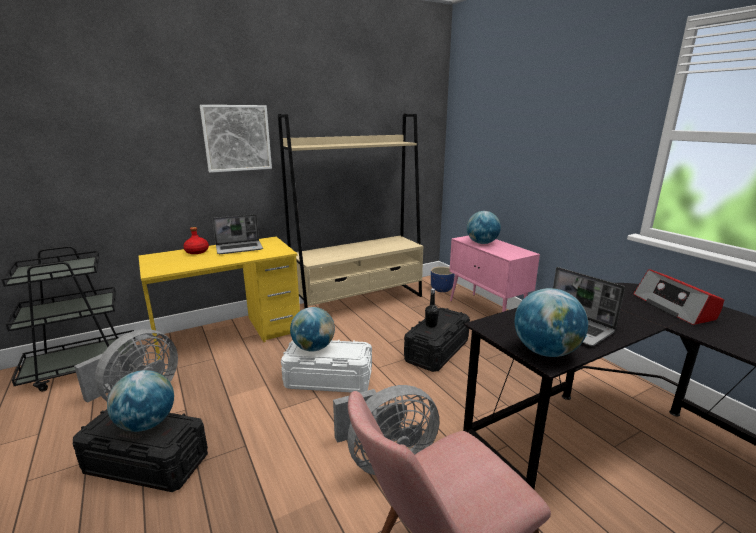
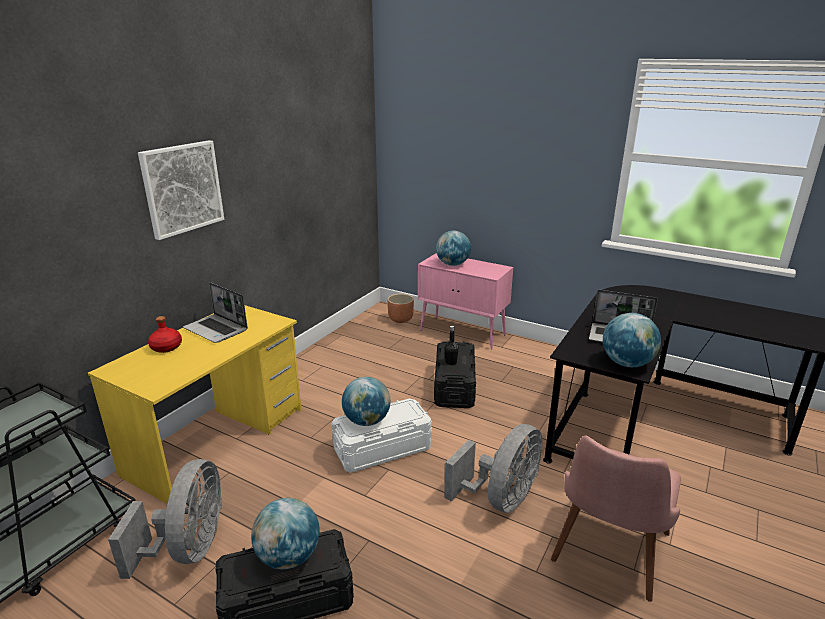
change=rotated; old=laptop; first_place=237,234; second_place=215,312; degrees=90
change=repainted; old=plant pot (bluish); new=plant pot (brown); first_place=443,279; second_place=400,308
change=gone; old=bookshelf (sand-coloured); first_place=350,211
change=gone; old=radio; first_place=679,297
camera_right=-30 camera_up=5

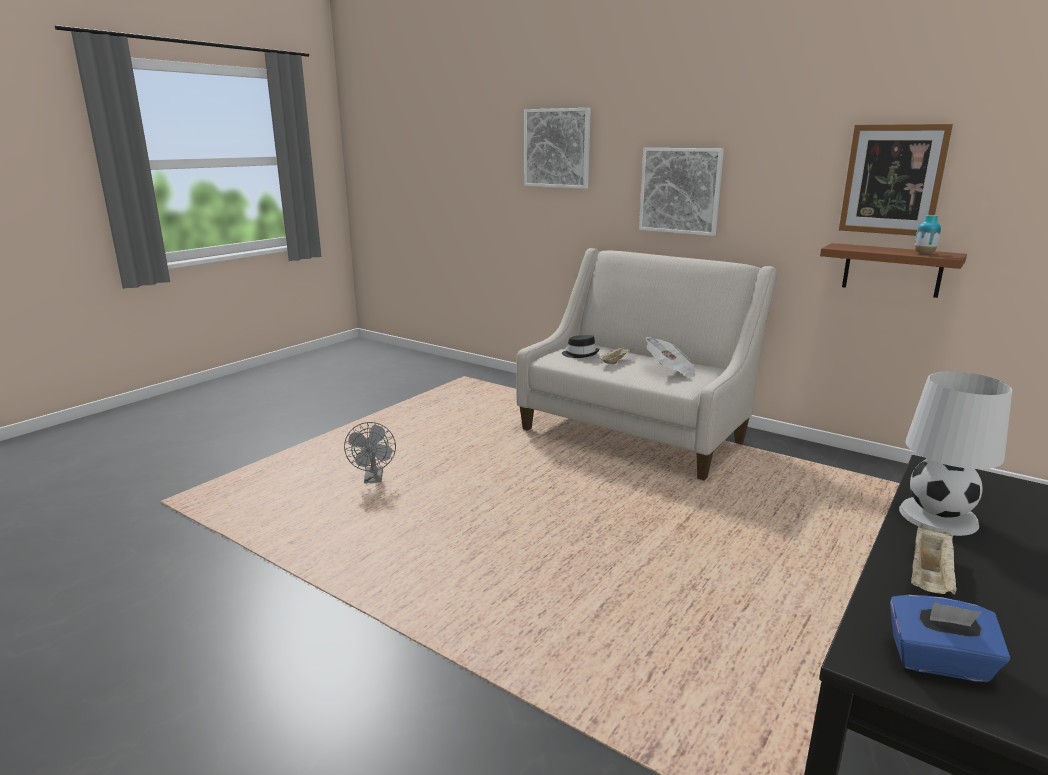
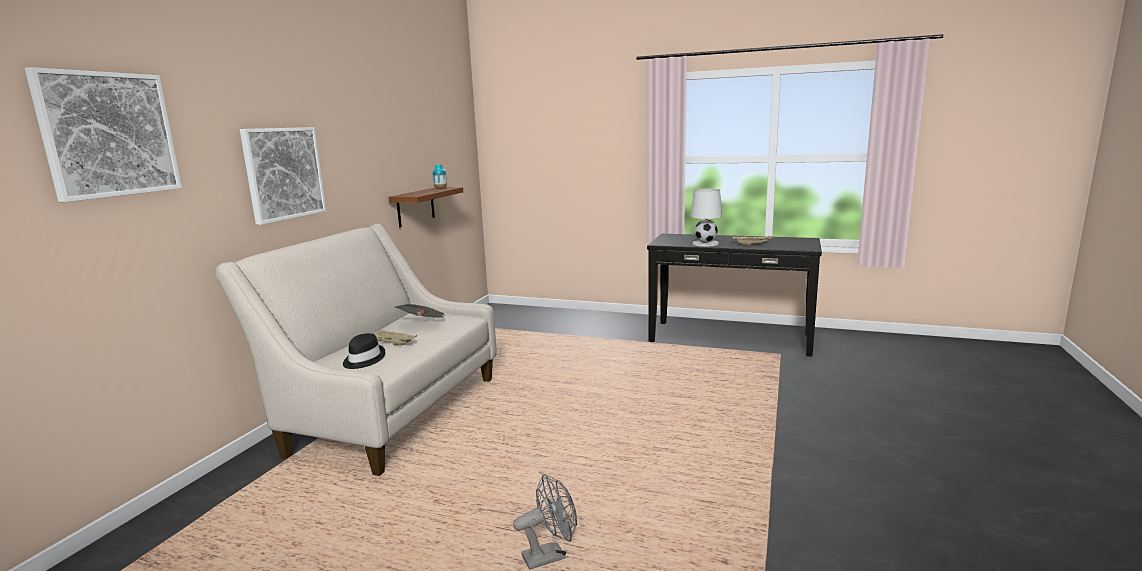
change=gone; old=picture; first_place=896,180
change=gone; old=tissue holder (bluish); first_place=950,638
camera_right=-105 camera_up=-5

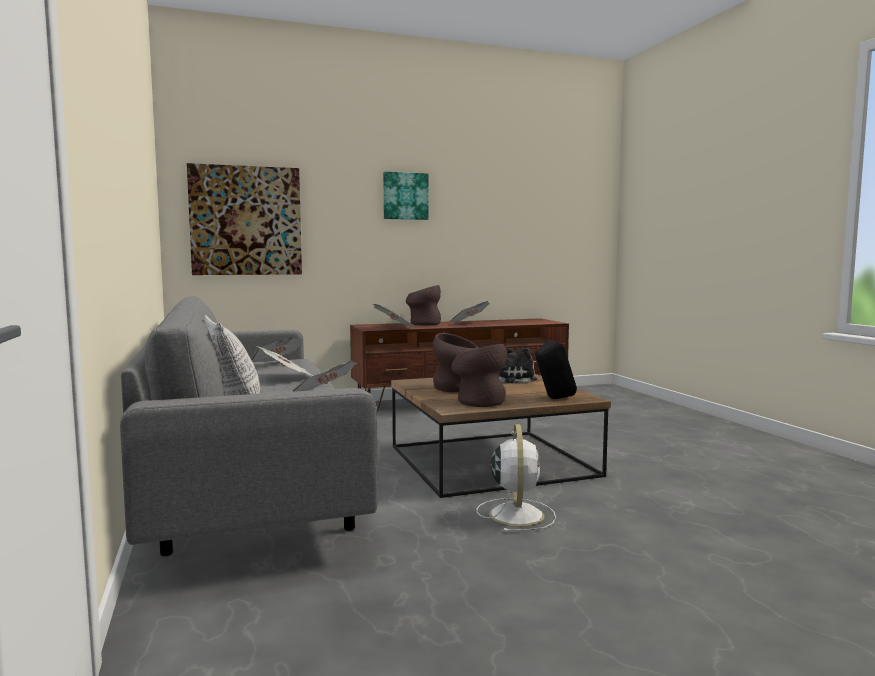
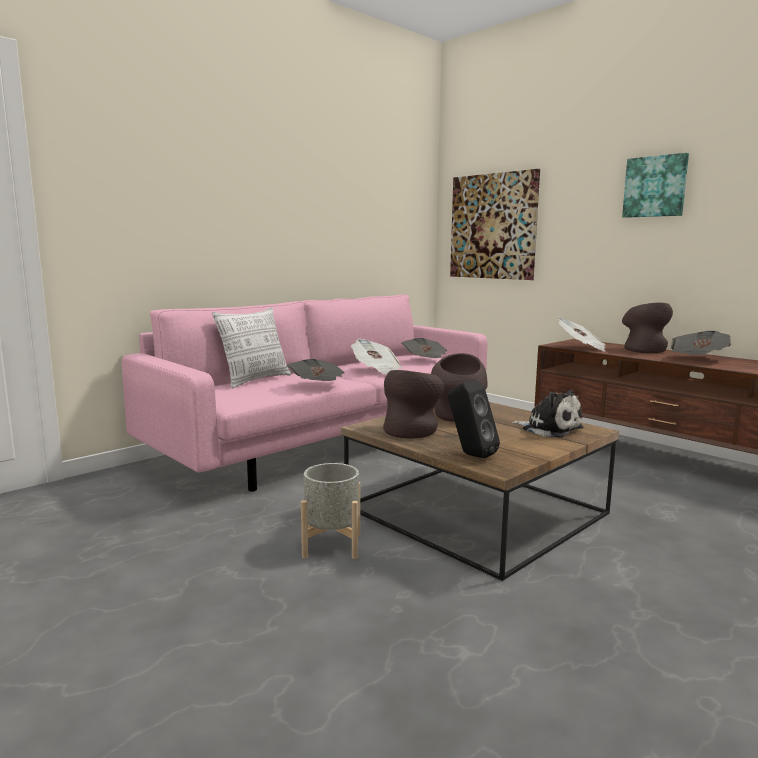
change=repainted; old=couch (greyish); new=couch (pink); first_place=249,426; second_place=305,393
change=swapped; old=electric fan (white-coloured); new=plant pot (greyish); first_place=516,478; second_place=330,511
camera_right=65 camera_up=5

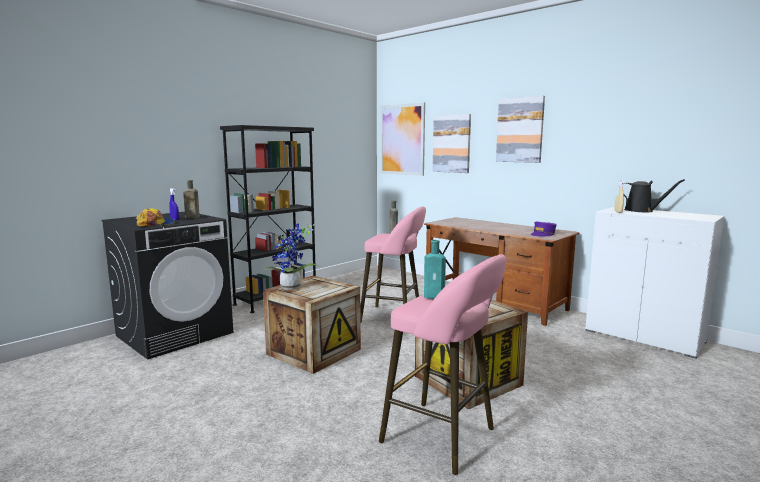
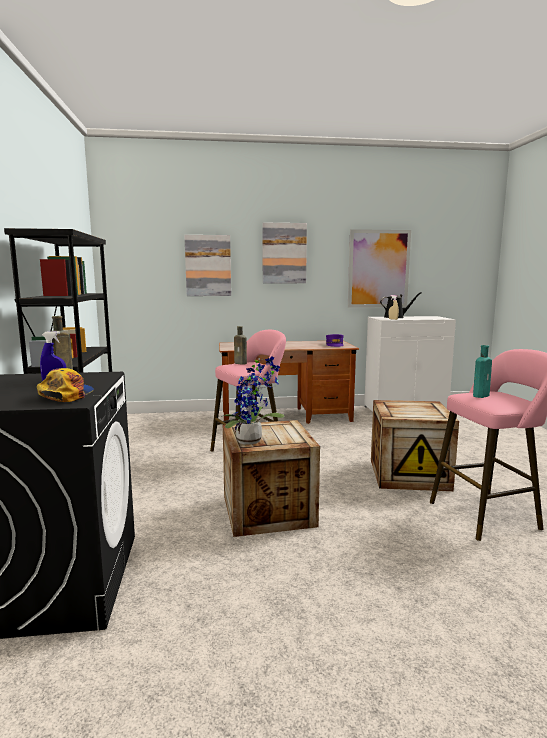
change=shifted; old=picture; first_place=402,139; second_place=379,268
camera_right=-50 camera_up=0

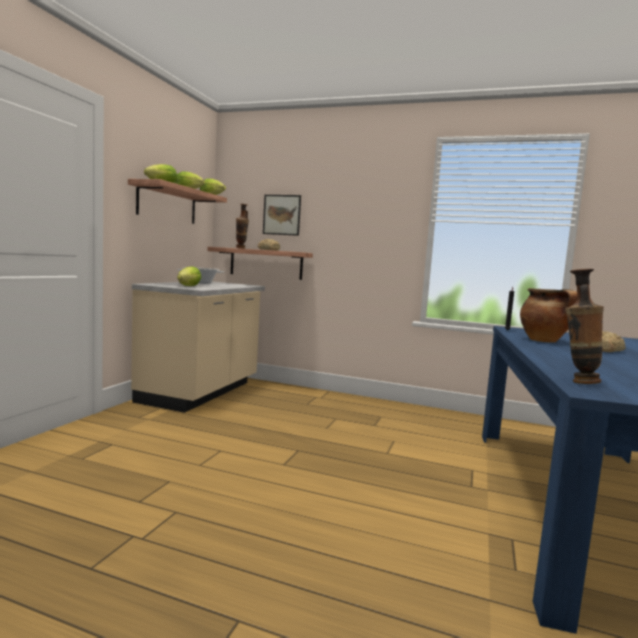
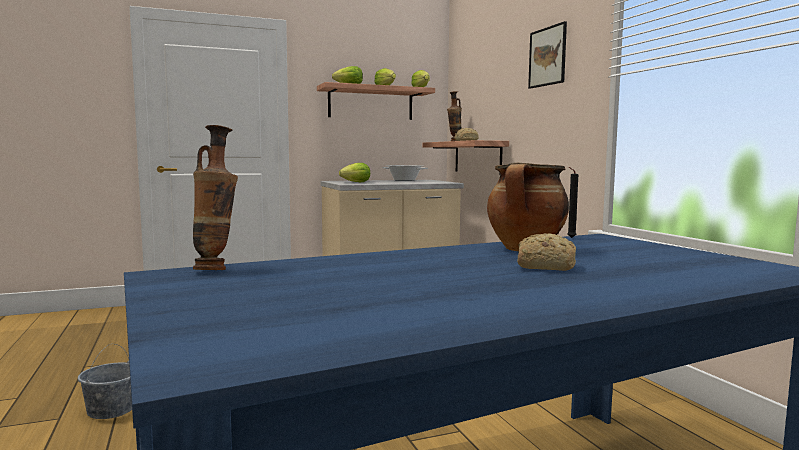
change=new; new=pail (greyish); second_place=105,381
change=shifted; old=picture; first_place=282,215; second_place=547,55
camera_right=50 camera_up=0

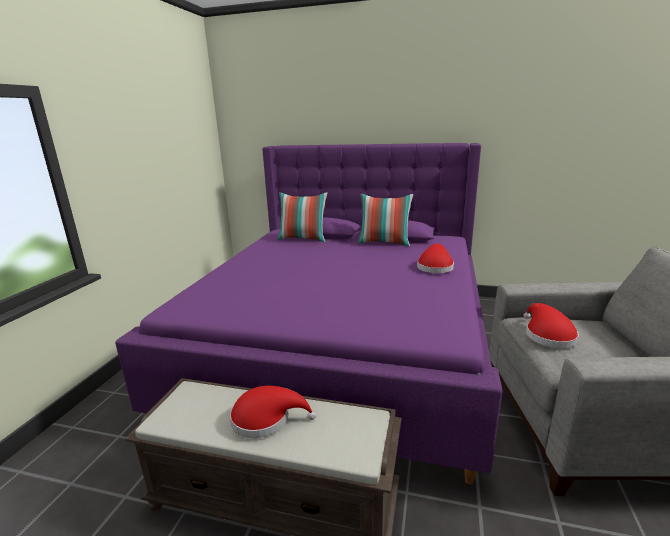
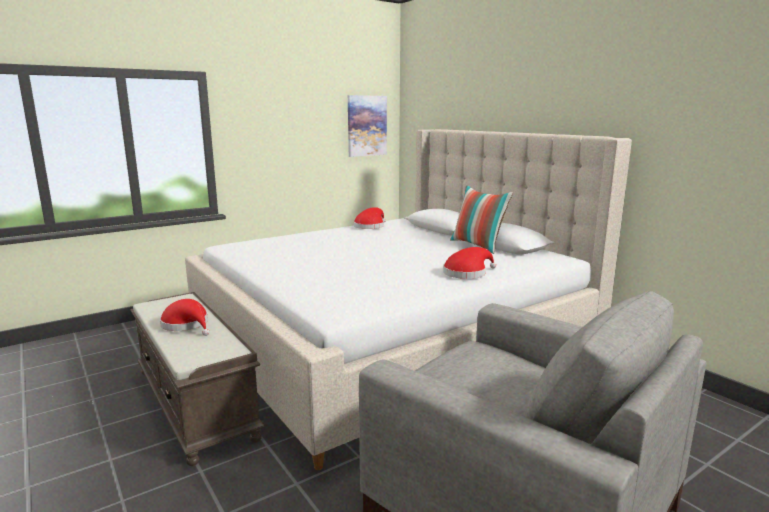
change=repainted; old=sleeping bed (purple-coloured); new=sleeping bed (sand-coloured); first_place=309,314; second_place=408,299
change=new; new=picture; second_place=367,126
change=shifted; old=hat (reddish); first_place=551,325; second_place=370,218
change=gone; old=throw pillow; first_place=302,217
camera_right=40 camera_up=-5

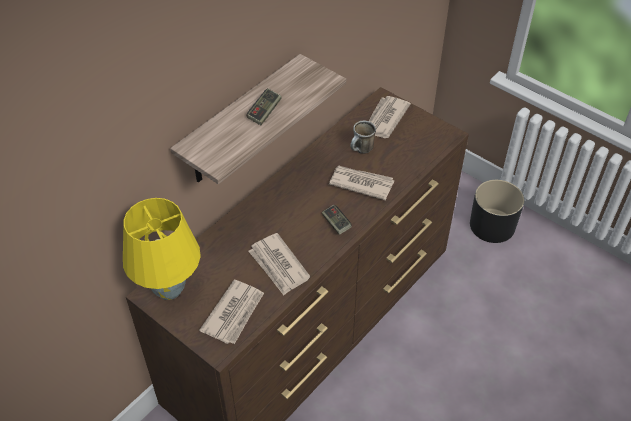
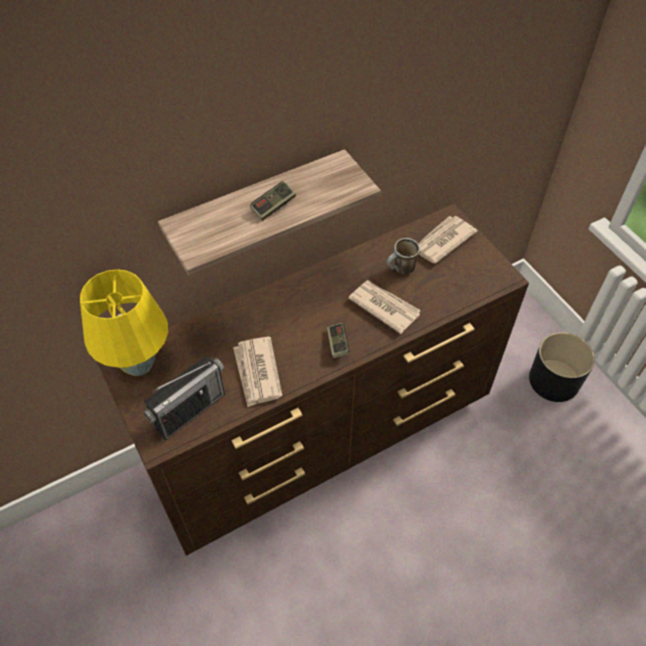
change=swapped; old=printed paper; new=radio; first_place=231,312; second_place=184,398
camera_right=20 camera_up=5

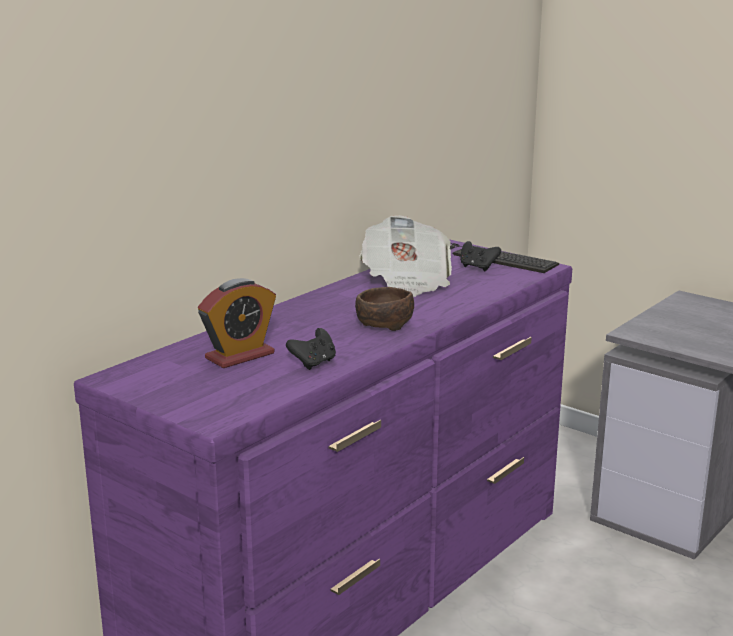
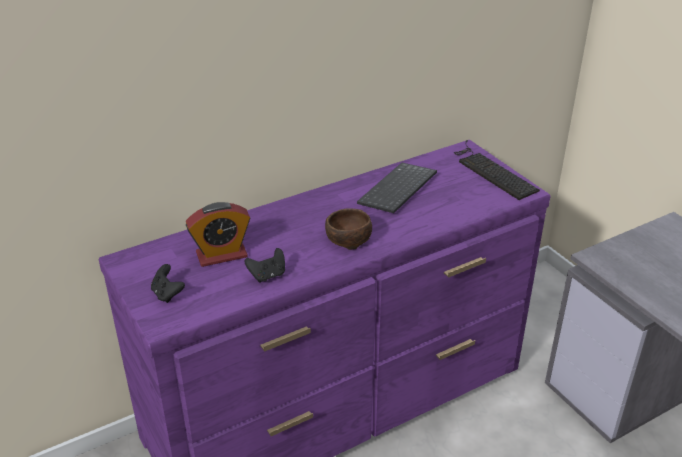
change=shifted; old=gamepad (black-coloured); first_place=480,256; second_place=168,283
change=swapped; old=printed paper; new=keyboard; first_place=406,256; second_place=397,188
camera_right=20 camera_up=15

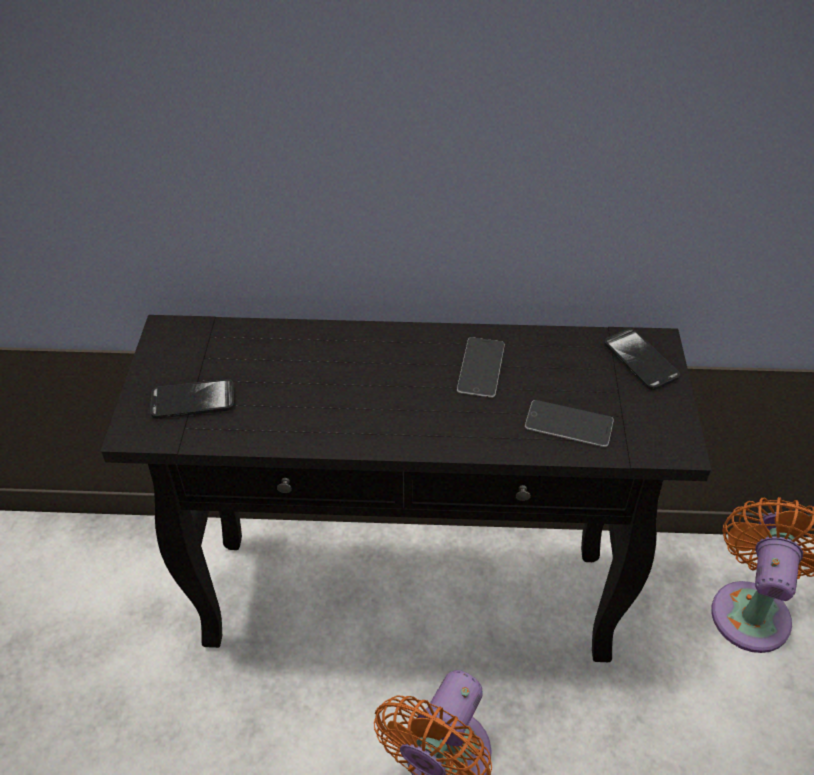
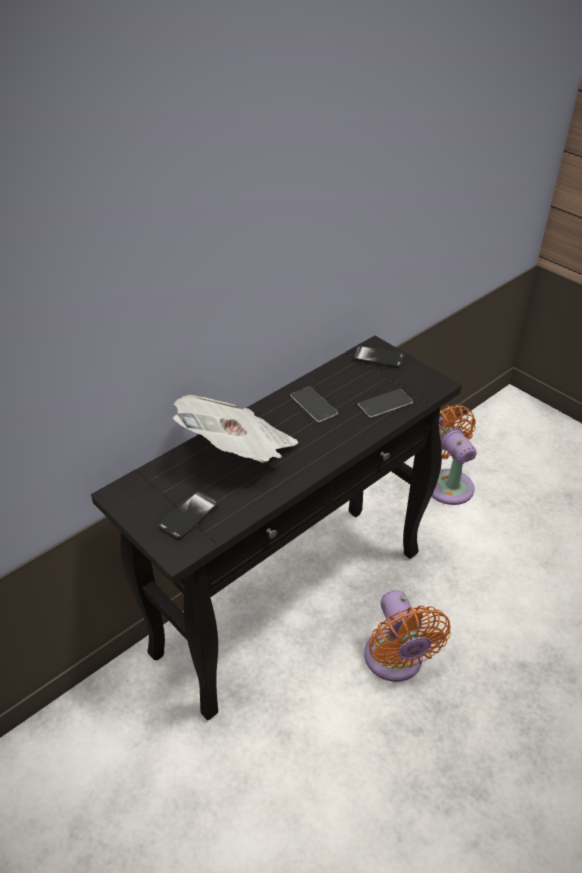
change=new; new=printed paper; second_place=235,429
camera_right=-45 camera_up=-5

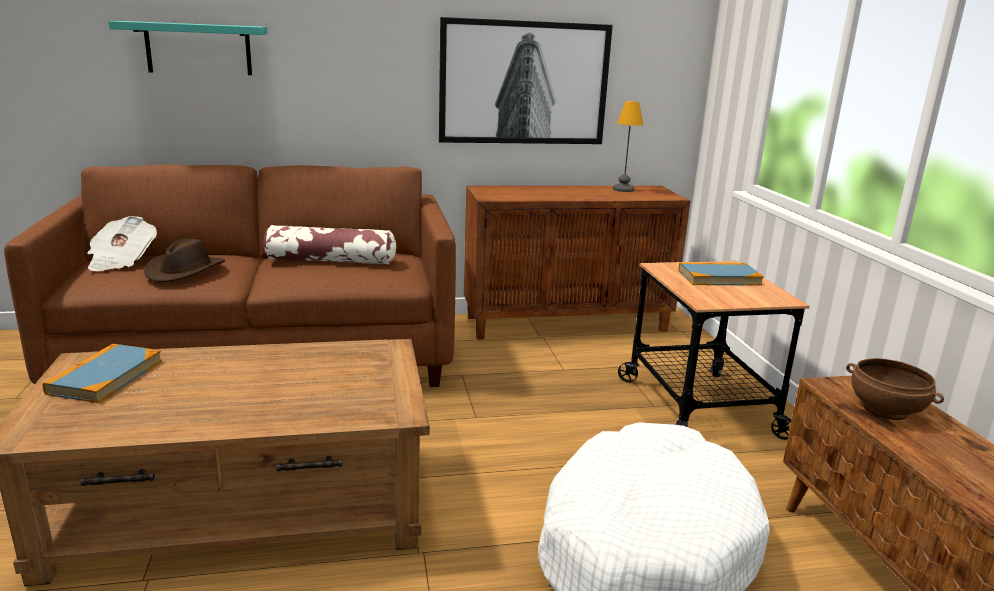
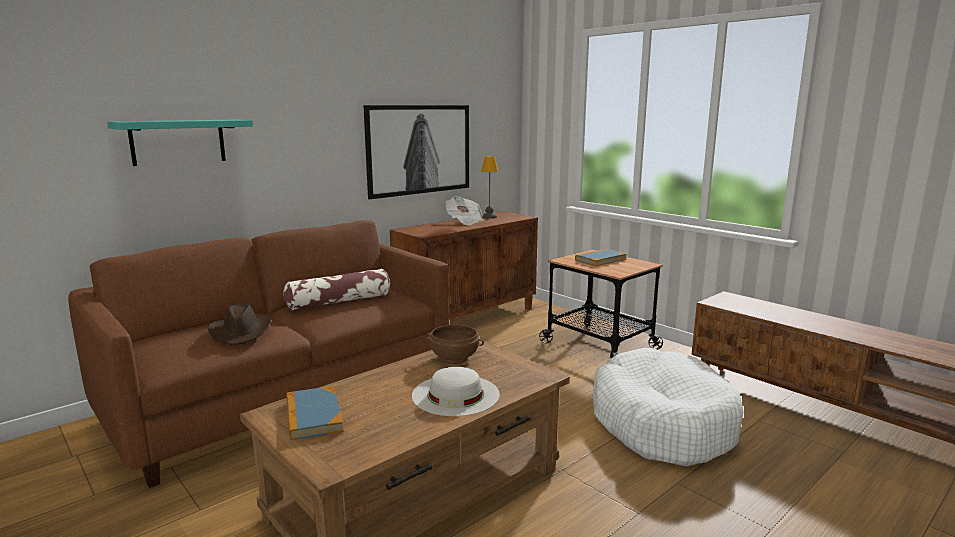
change=new; new=hat (white-coloured); second_place=456,391
change=shifted; old=serving bowl (brown); first_place=895,389; second_place=455,344
change=shifted; old=printed paper; first_place=122,243; second_place=464,210
camera_right=-30 camera_up=-5

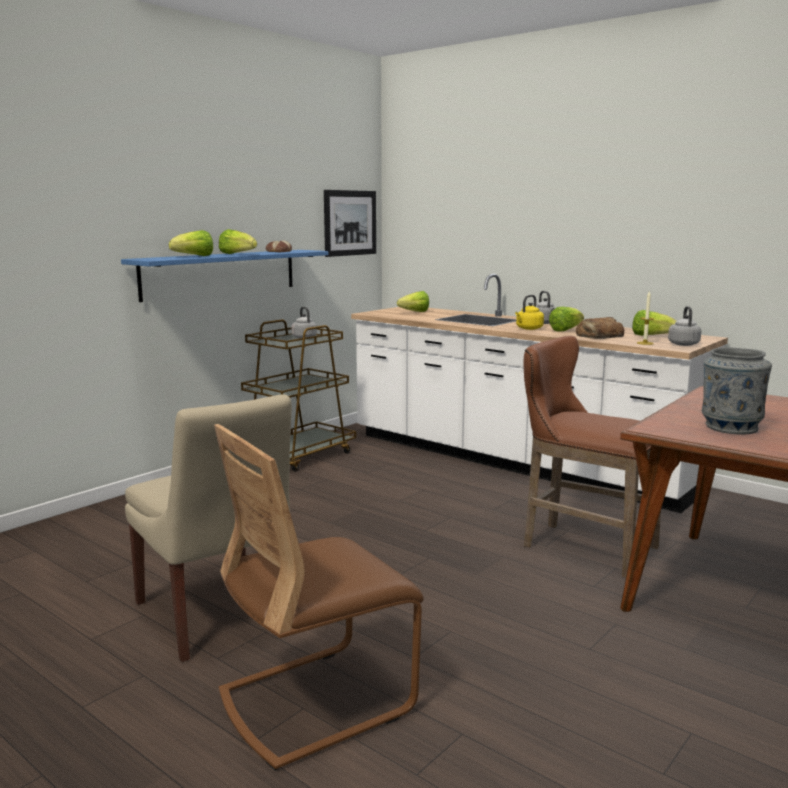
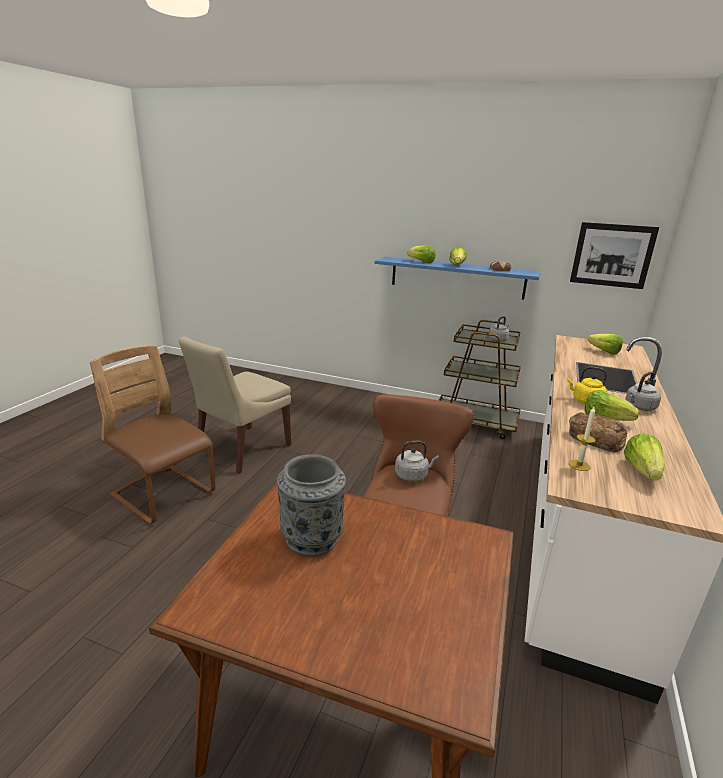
change=shifted; old=tea kettle (greyish); first_place=684,326; second_place=417,461
camera_right=70 camera_up=10

